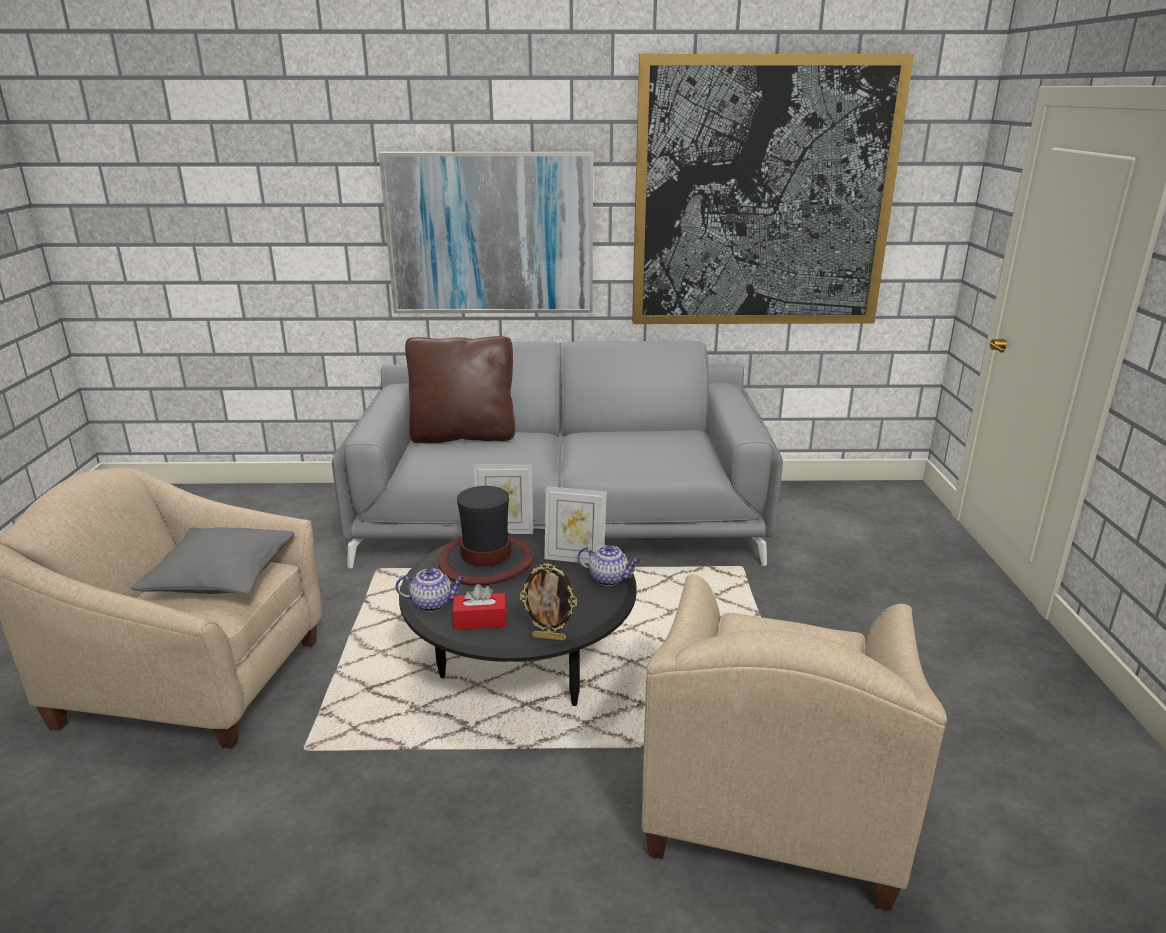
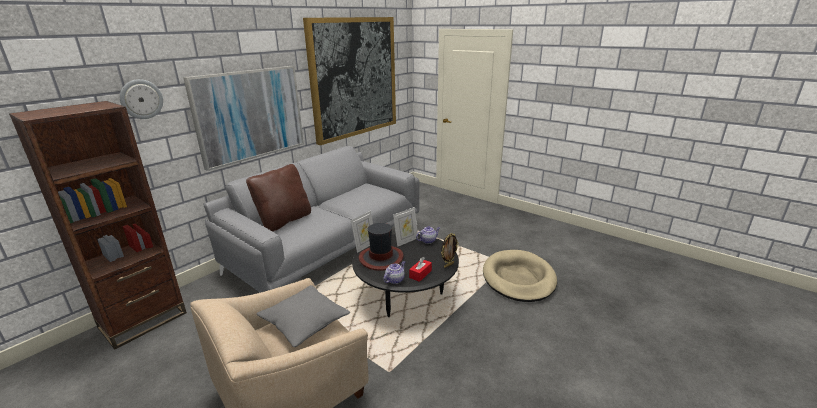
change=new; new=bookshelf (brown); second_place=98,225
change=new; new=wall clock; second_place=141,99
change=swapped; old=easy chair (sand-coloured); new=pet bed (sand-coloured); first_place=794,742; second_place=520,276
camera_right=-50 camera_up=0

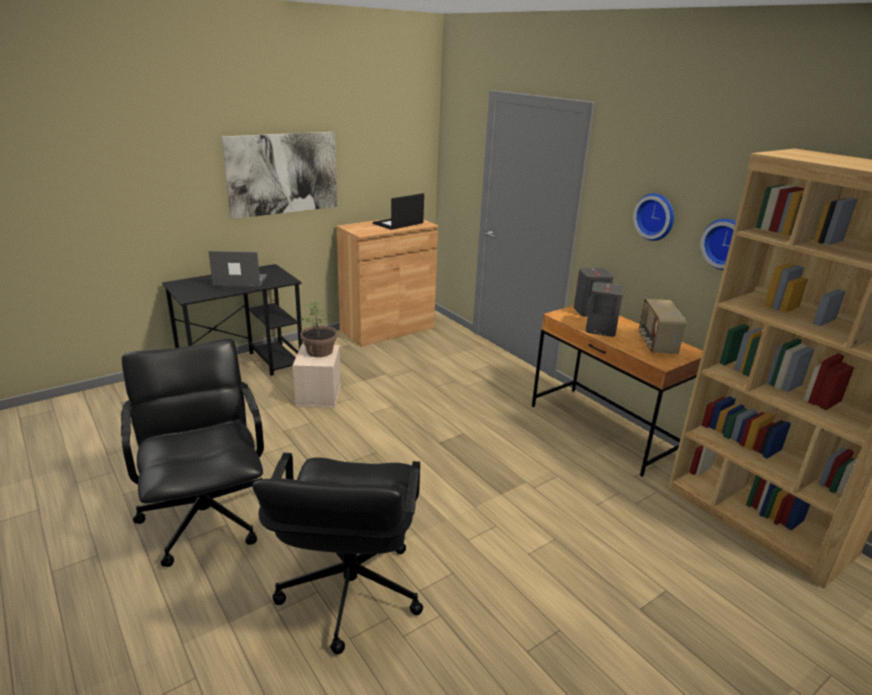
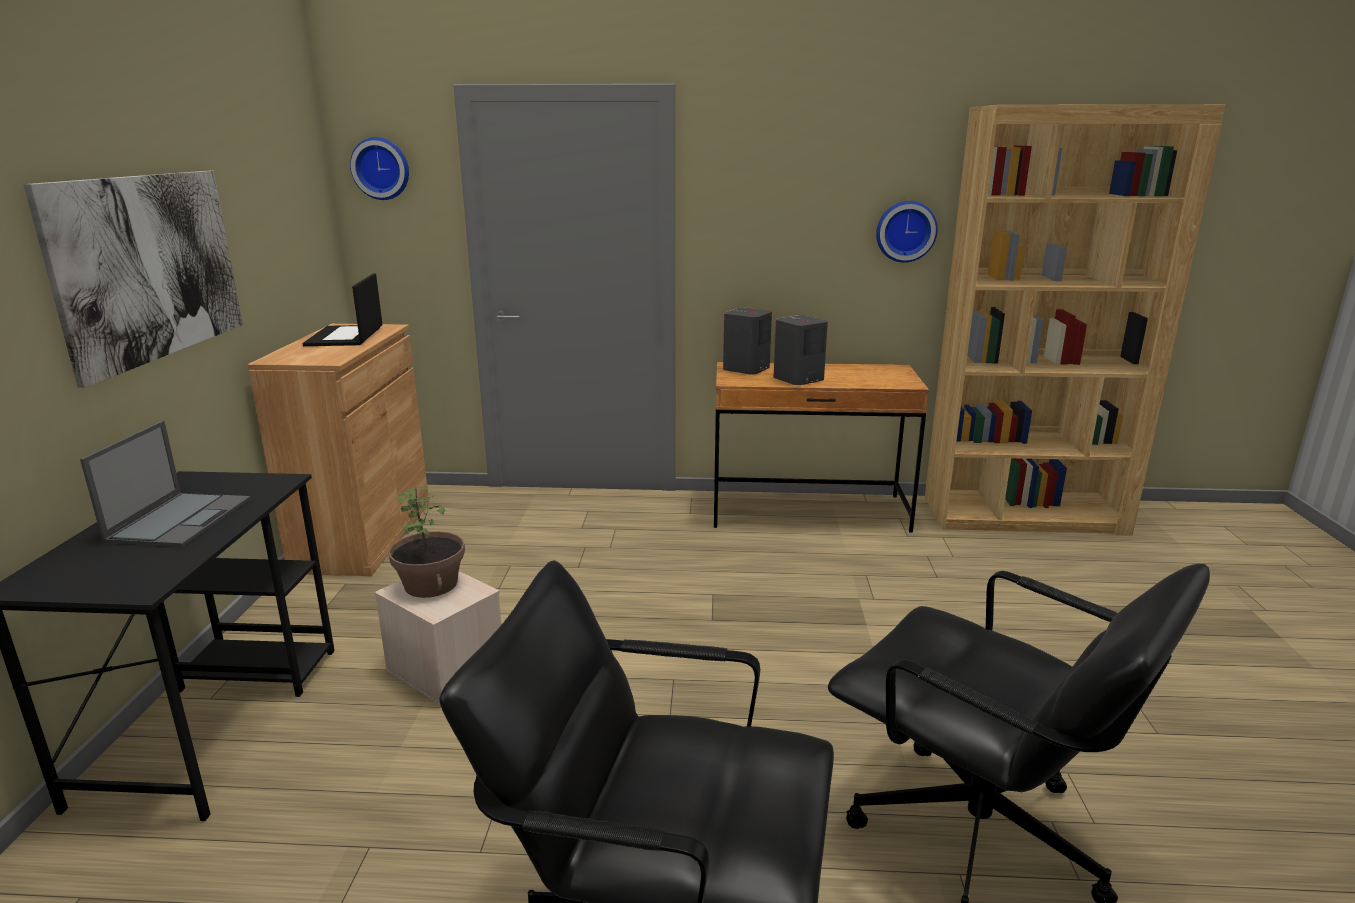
change=rotated; old=laptop; first_place=237,269; second_place=165,484; degrees=150
change=shifted; old=wall clock; first_place=653,217; second_place=379,168
change=gone; old=radio; first_place=662,326
camera_right=-50 camera_up=-5

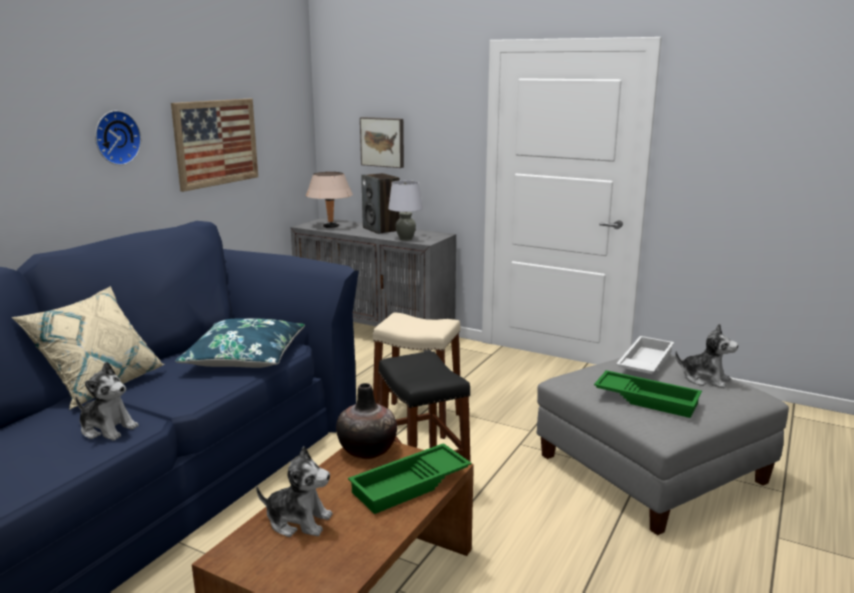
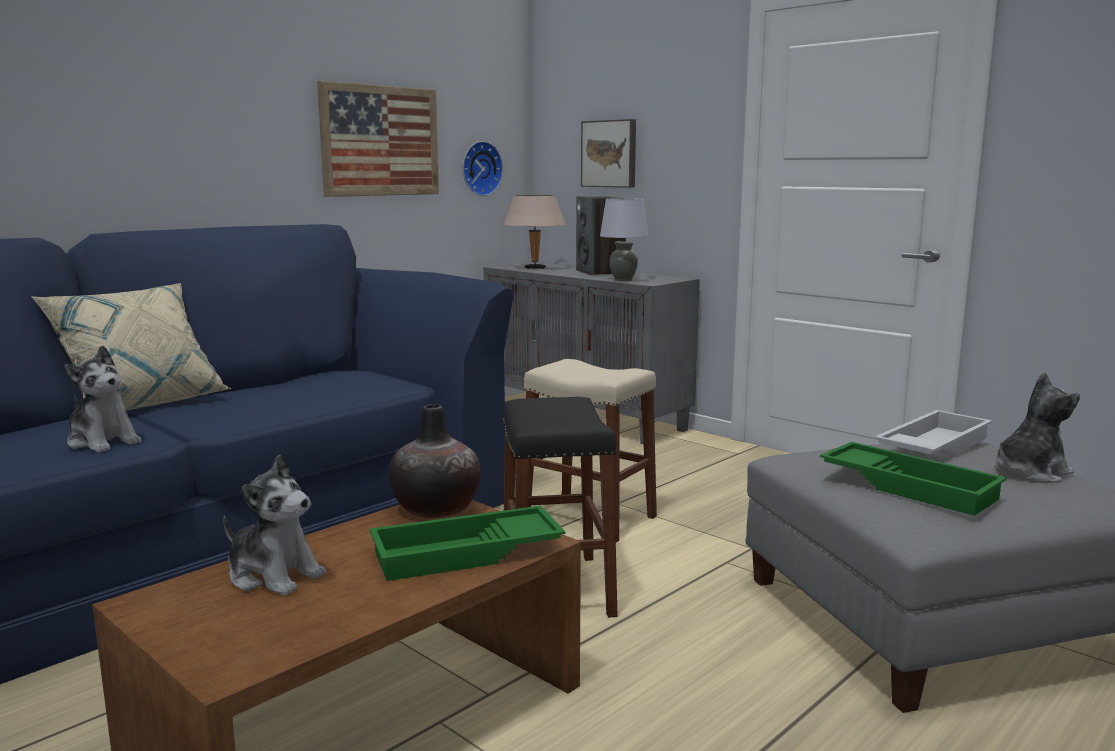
change=shifted; old=wall clock; first_place=118,137; second_place=483,168
change=rotated; old=plush toy; first_place=706,355; second_place=1037,427; degrees=-75
change=gone; old=throw pillow (bluish); first_place=240,343
camera_right=15 camera_up=-5

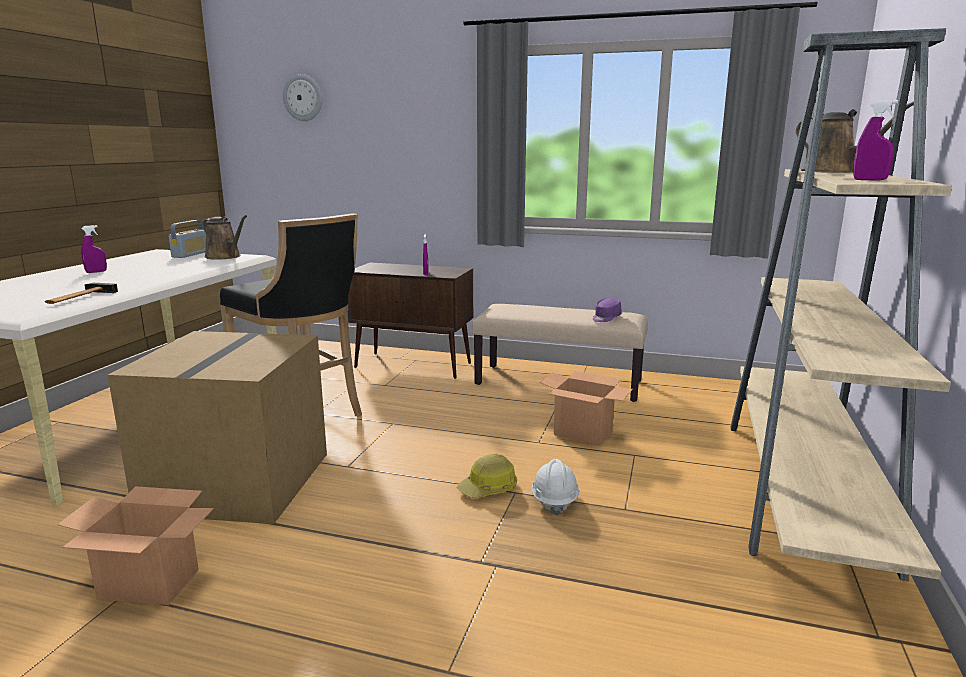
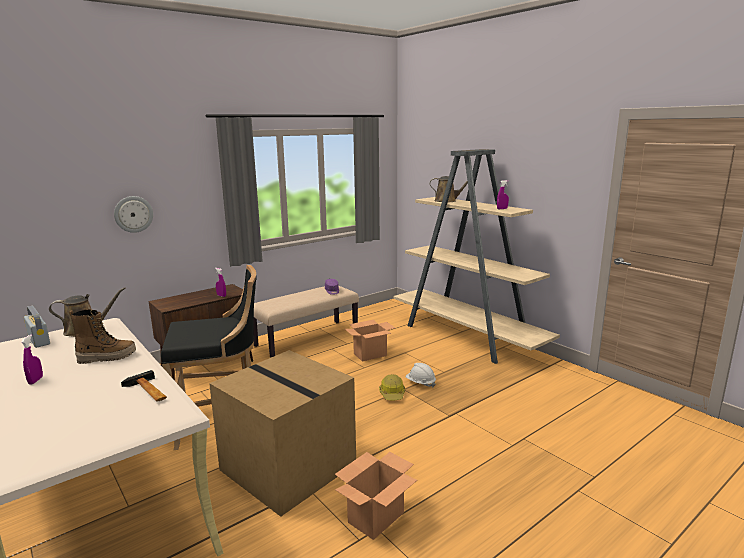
change=new; new=high-top boot; second_place=102,336
change=shifted; old=wall clock; first_place=302,97; second_place=133,214
camera_right=-55 camera_up=0

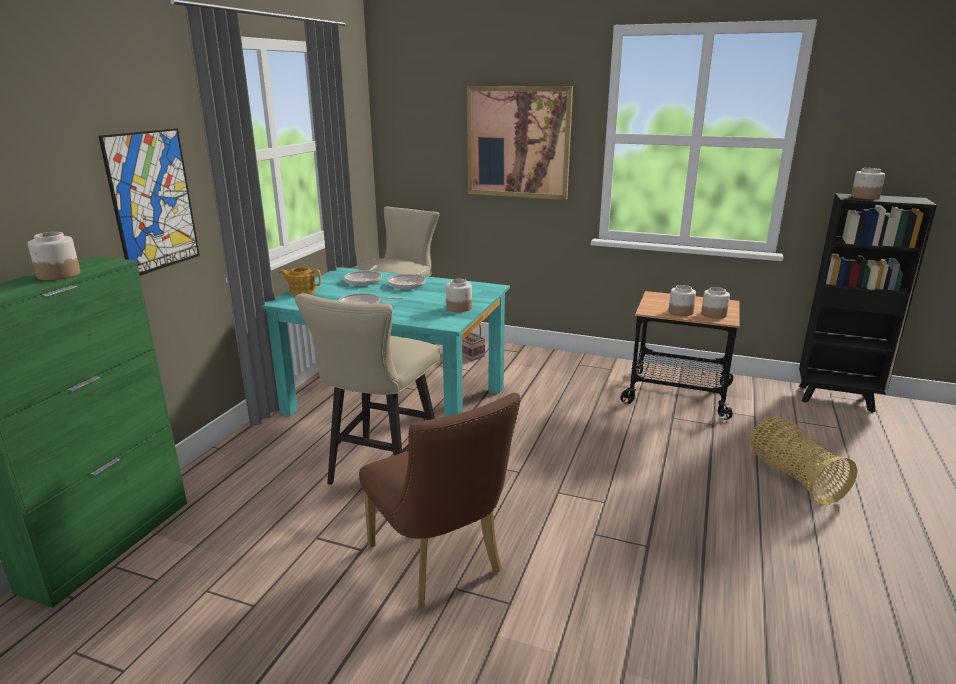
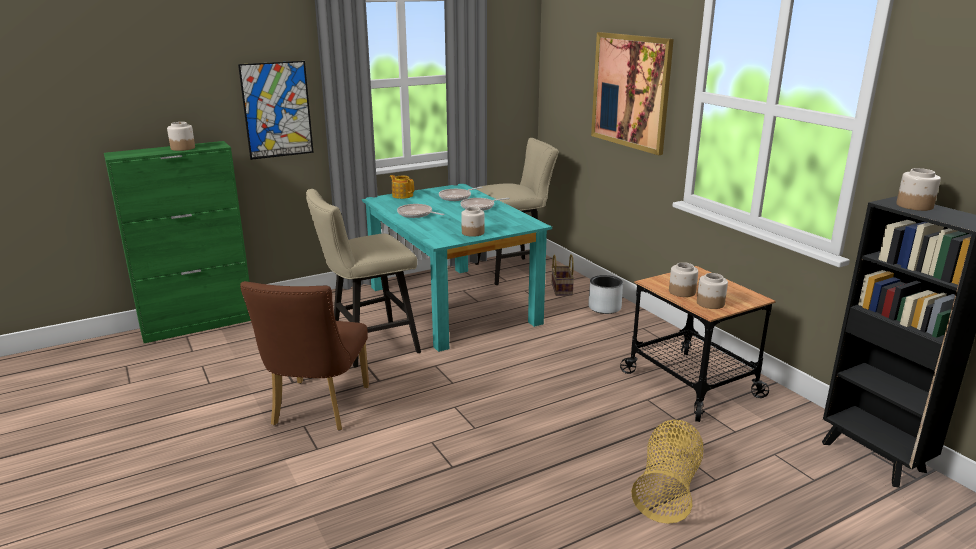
change=new; new=plant pot (greyish); second_place=605,294
camera_right=40 camera_up=0

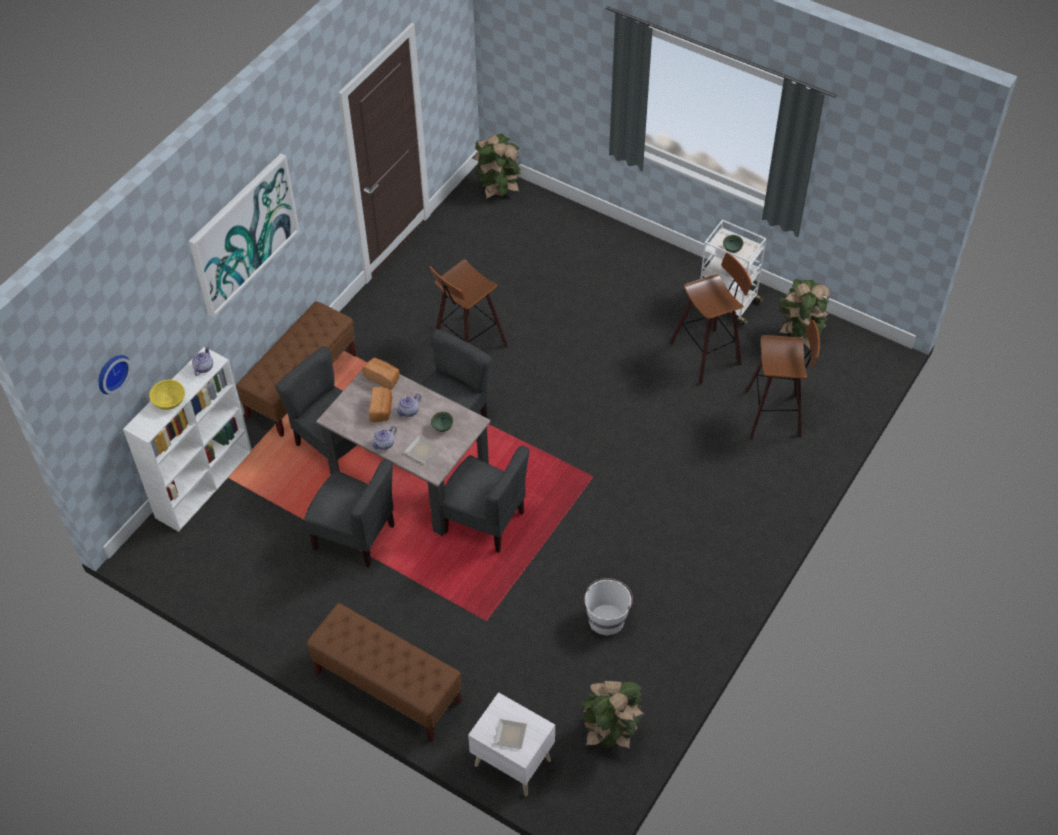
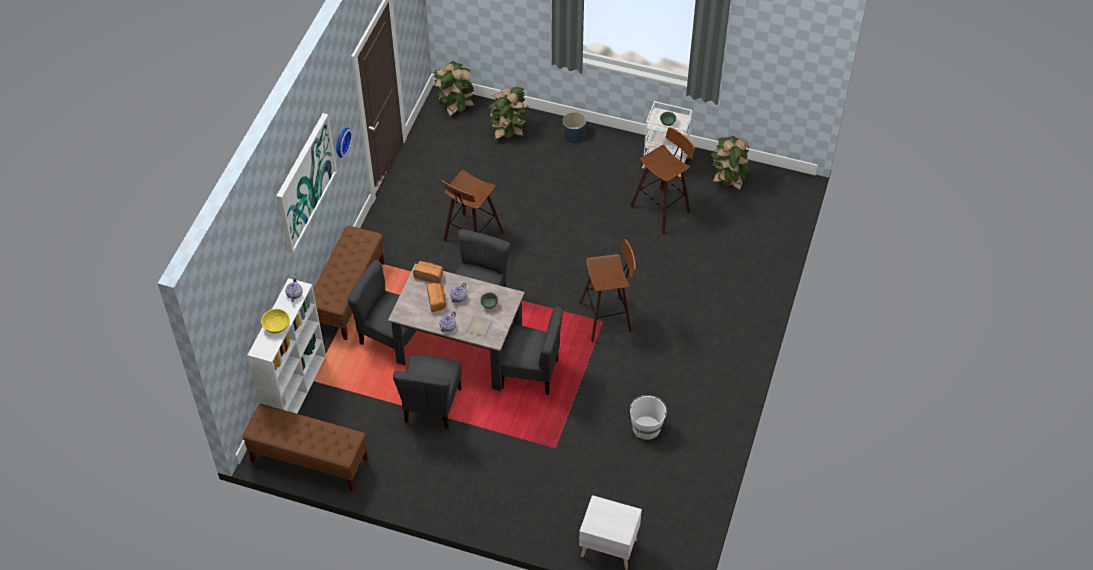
change=shifted; old=indoor bench (brown); first_place=384,672; second_place=305,448
change=shifted; old=wall clock; first_place=115,374; second_place=344,142
change=rotated; old=upright chair (greyish); first_place=349,513; second_place=427,392; degrees=90
change=shifted; old=plant in a pot; first_place=613,715; second_place=508,113
change=new; new=plant pot (bluish); second_place=574,127
change=shifted; old=stool seat; first_place=783,380; second_place=607,290
change=gone; old=flat dish; first_place=510,734
camera_right=-15 camera_up=0

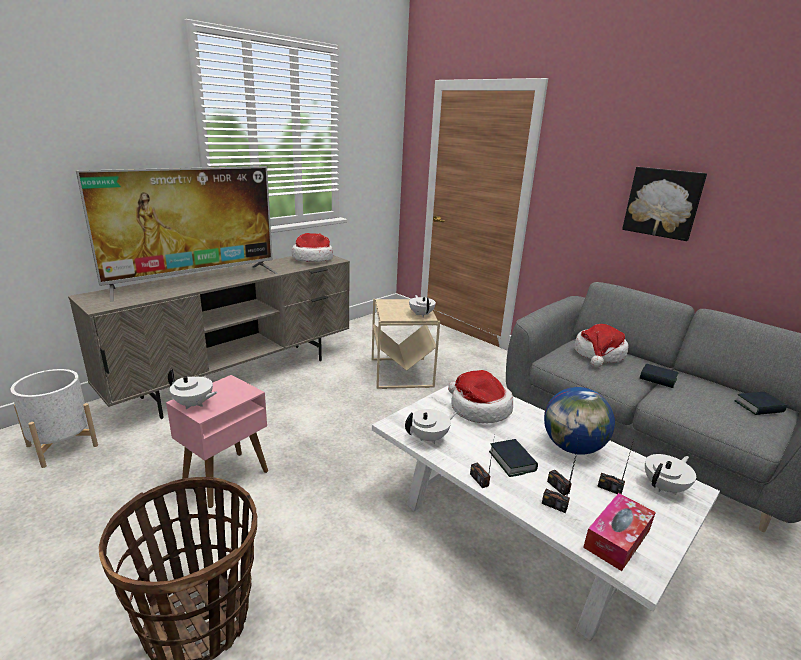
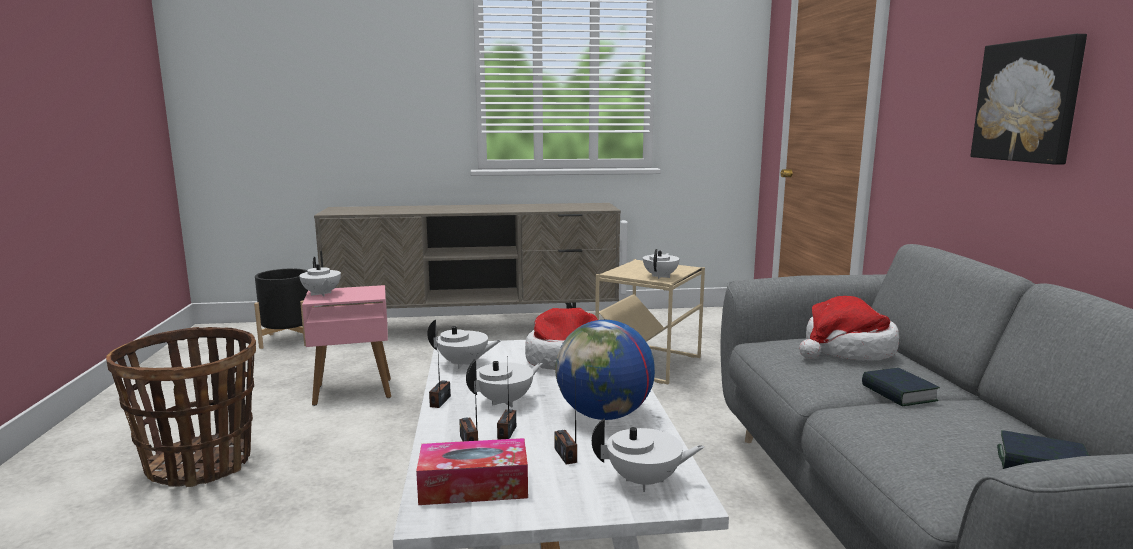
change=repainted; old=plant pot (white-coloured); new=plant pot (black-coloured); first_place=54,418; second_place=284,309
change=swapped; old=volume; new=pot for tea (white-coloured); first_place=513,458; second_place=504,383
change=gone; old=television; first_place=177,234
change=gone; old=hat; first_place=312,247
camera_right=40 camera_up=-10

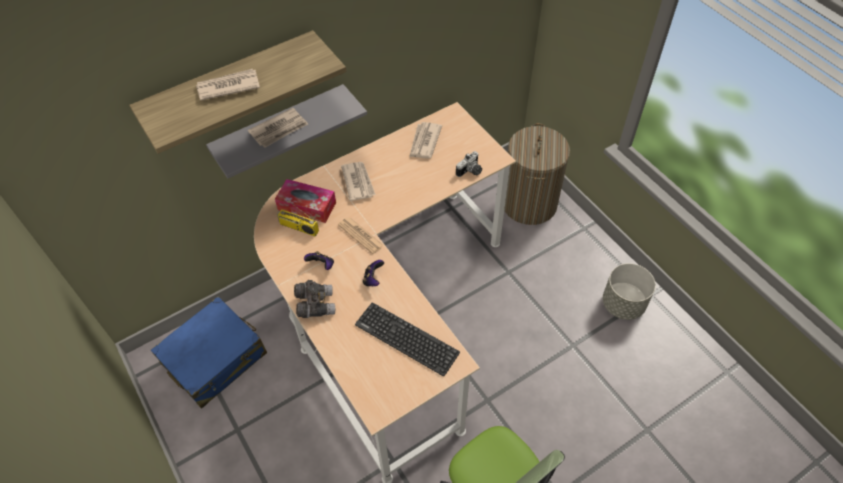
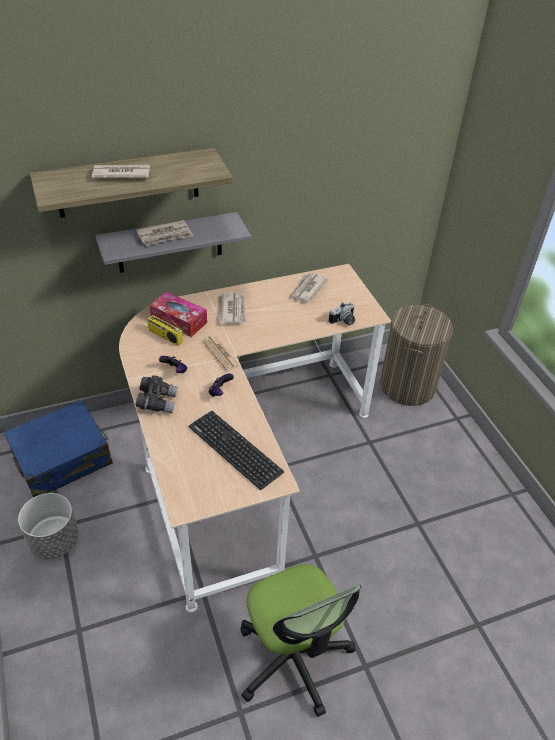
change=shifted; old=plant pot (greyish); first_place=629,291; second_place=48,526
camera_right=10 camera_up=-10

